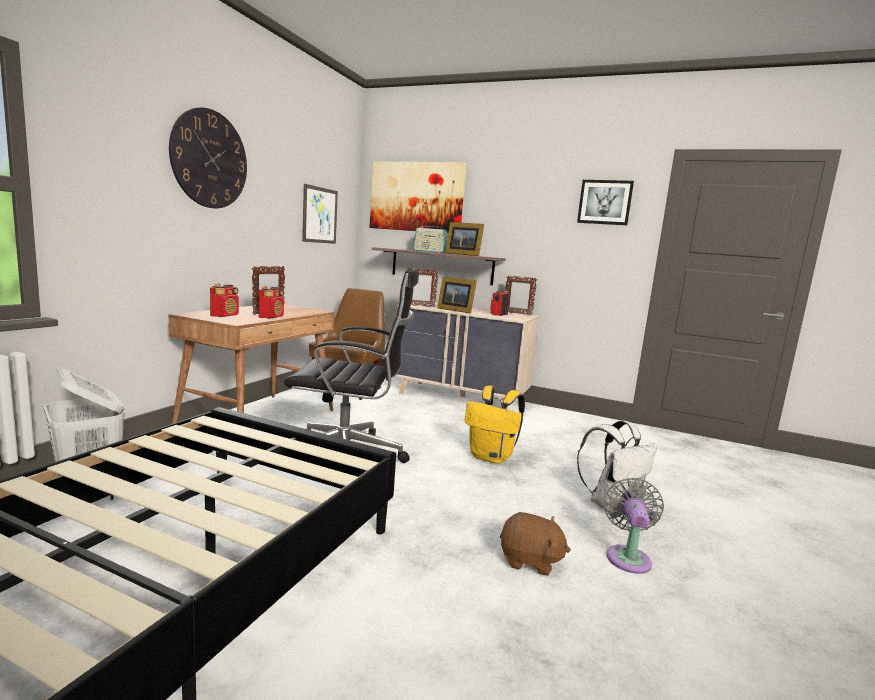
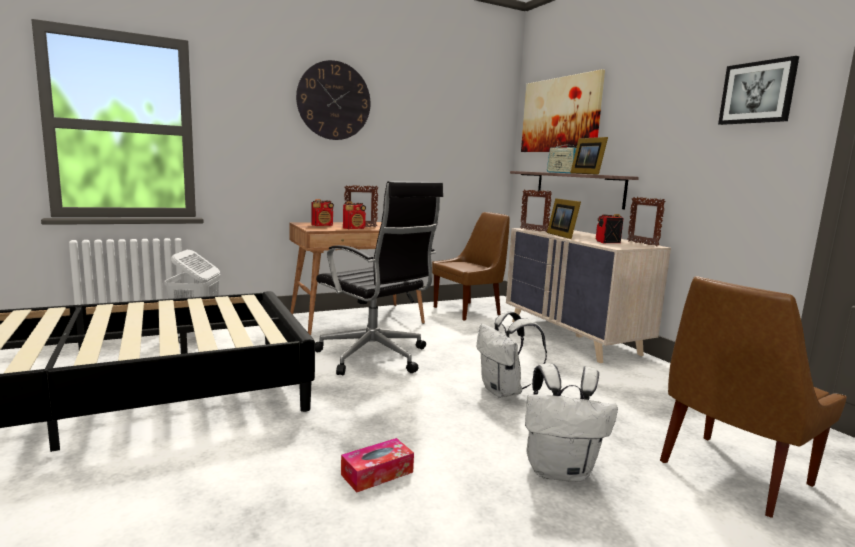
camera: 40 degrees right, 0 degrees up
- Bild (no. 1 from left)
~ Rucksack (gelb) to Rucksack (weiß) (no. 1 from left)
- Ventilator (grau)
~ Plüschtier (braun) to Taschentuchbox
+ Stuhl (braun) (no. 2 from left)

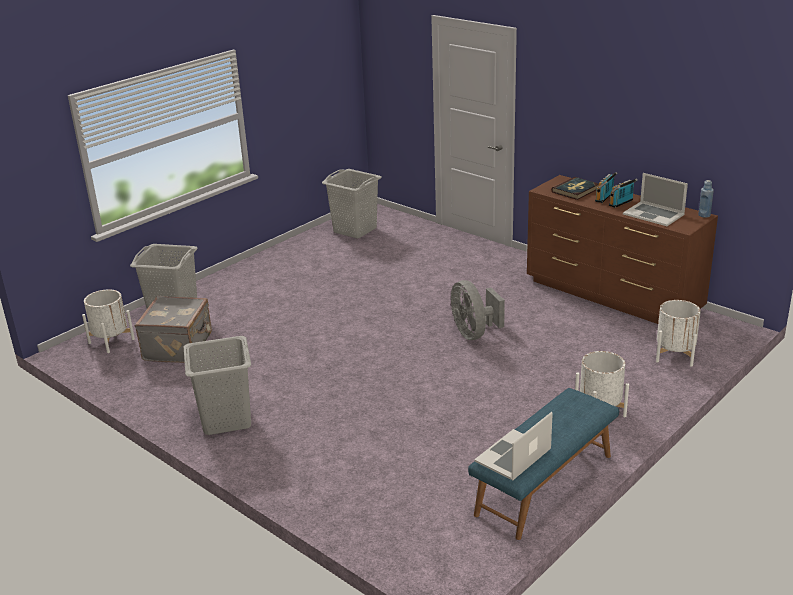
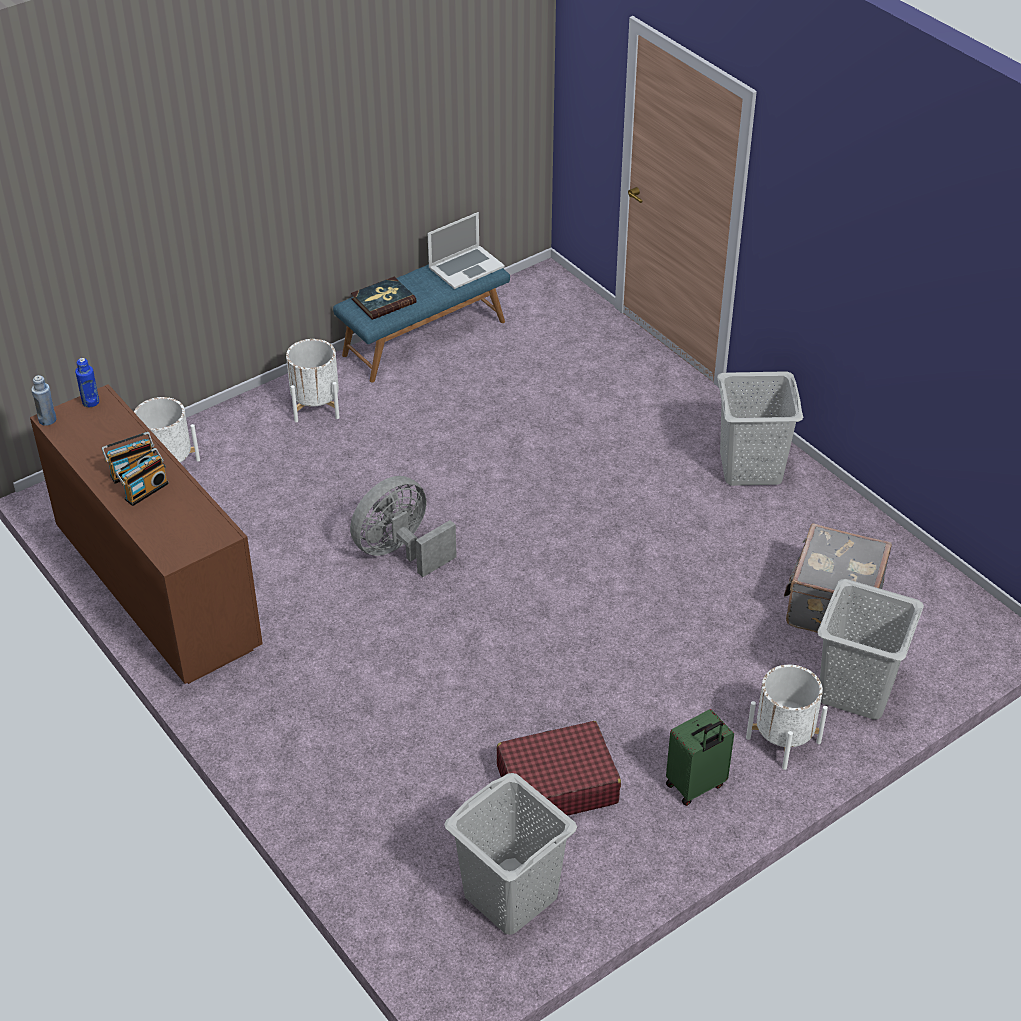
camera: 170 degrees left, 15 degrees up
- Laptop (no. 2 from left)
~ Buch
~ Ventilator (grau) 120 degrees counterclockwise
~ Pflanzkübel (weiß) (no. 1 from left in the first image) to Pflanzkübel (weiß) (no. 3 from left)
+ Flasche (blau) (no. 2 from left)
+ Koffer (grün)
+ Koffer (rot)

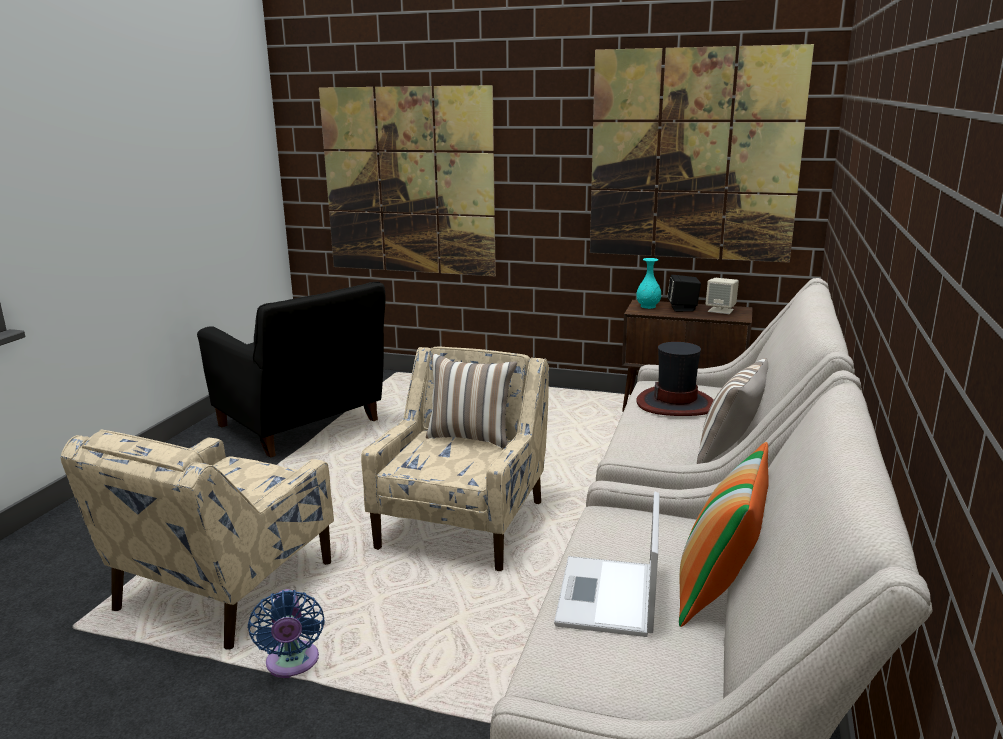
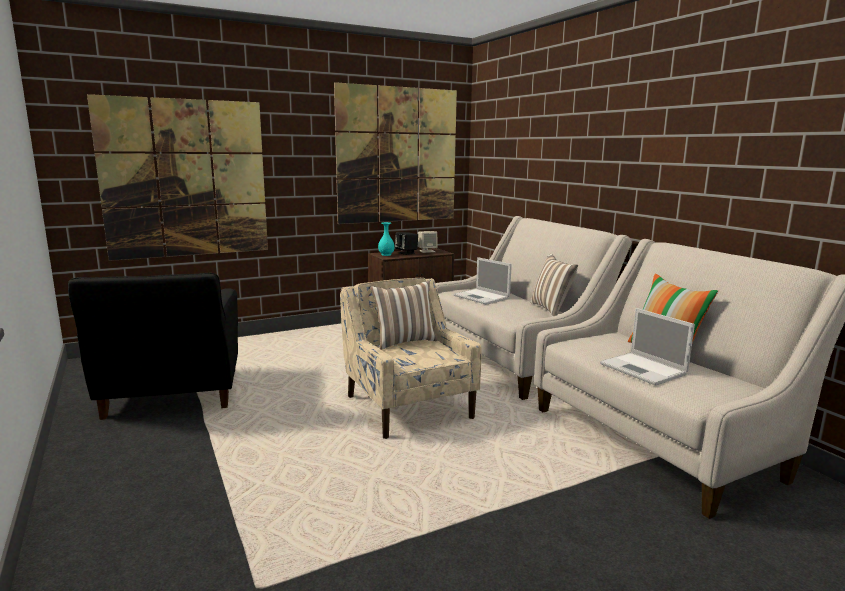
camera: 45 degrees left, 5 degrees down
~ Sessel (schwarz) 75 degrees clockwise
~ Hut to Laptop (no. 1 from left)
- Sessel (beige) (no. 1 from left)
- Ventilator (blau)

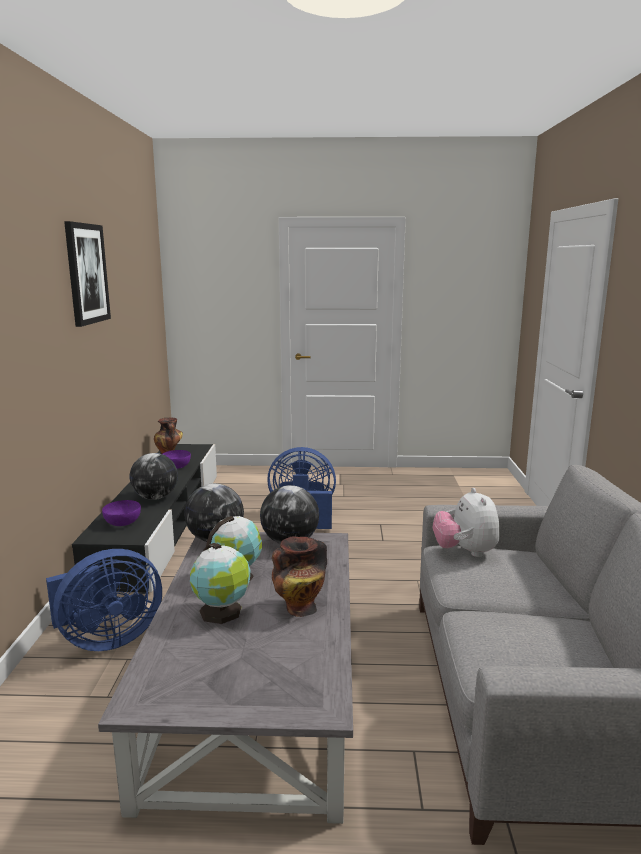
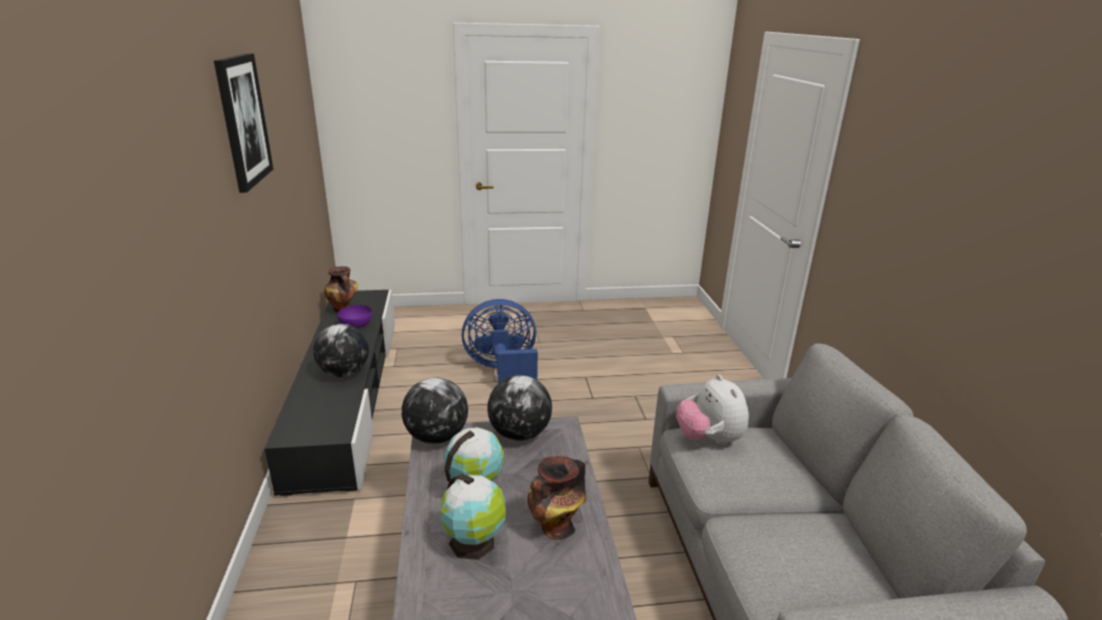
camera: 10 degrees left, 10 degrees up
- Schüssel (lila) (no. 1 from left)
- Ventilator (blau) (no. 1 from left)

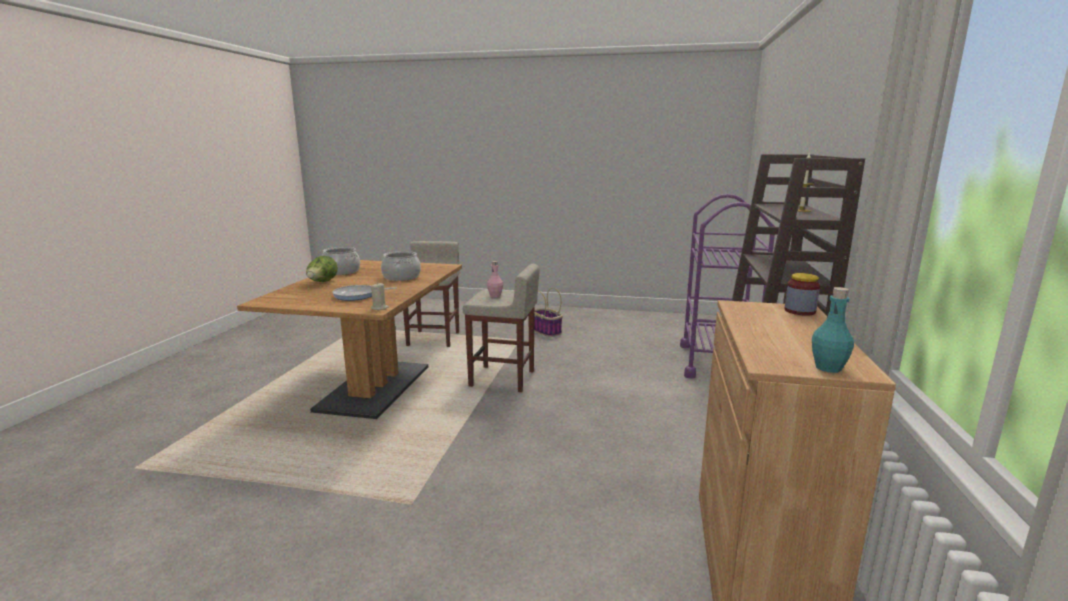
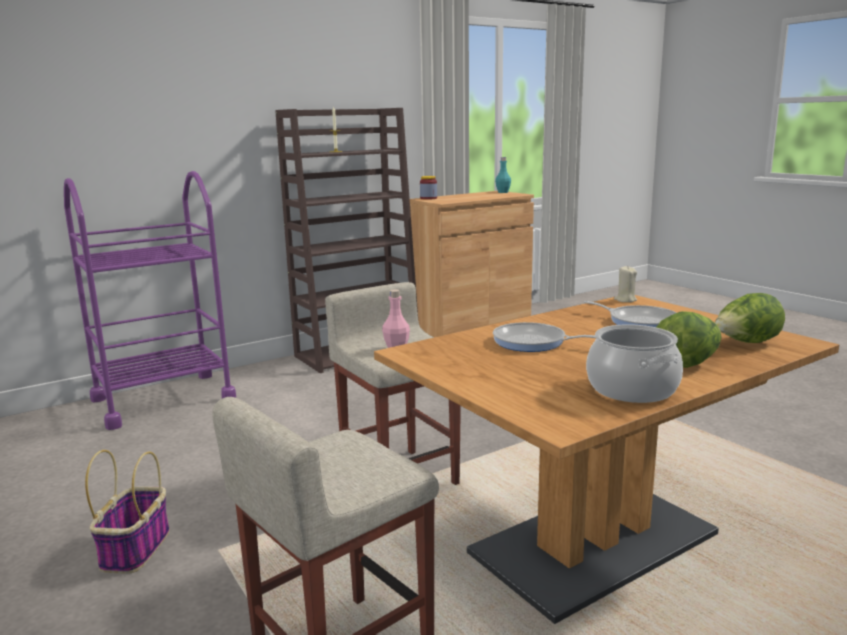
camera: 135 degrees left, 0 degrees up
~ Kochtopf (no. 2 from left) to Pfanne (no. 1 from left)
+ Salatkopf (no. 2 from left)

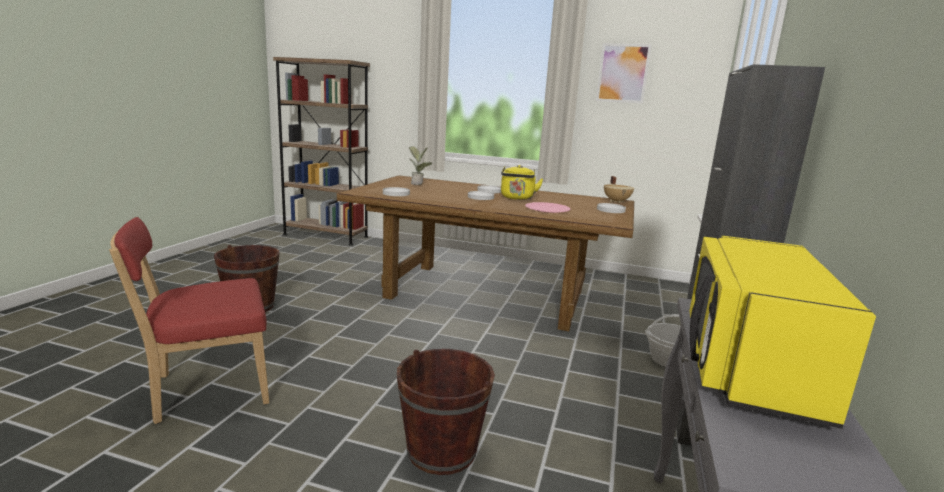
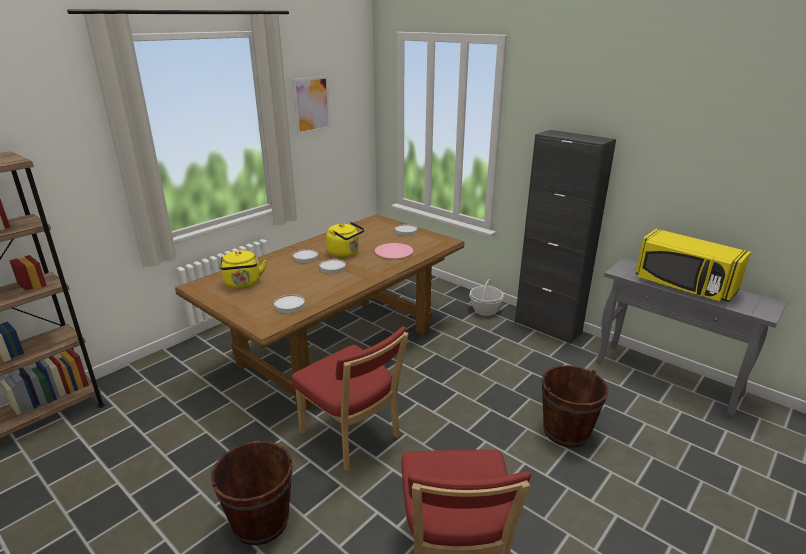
camera: 65 degrees left, 10 degrees up
~ Topfpflanze to Wasserkessel (gelb) (no. 1 from left)
- Kochtopf (beige)
+ Stuhl (rot) (no. 1 from left)

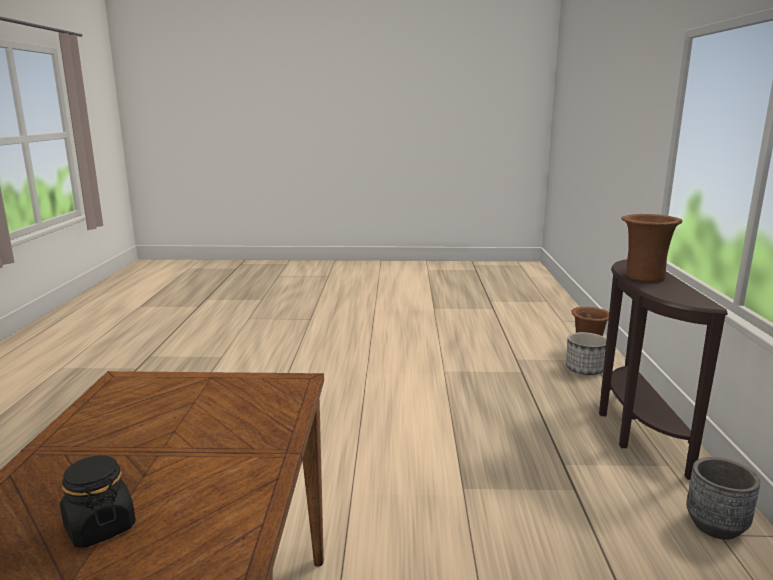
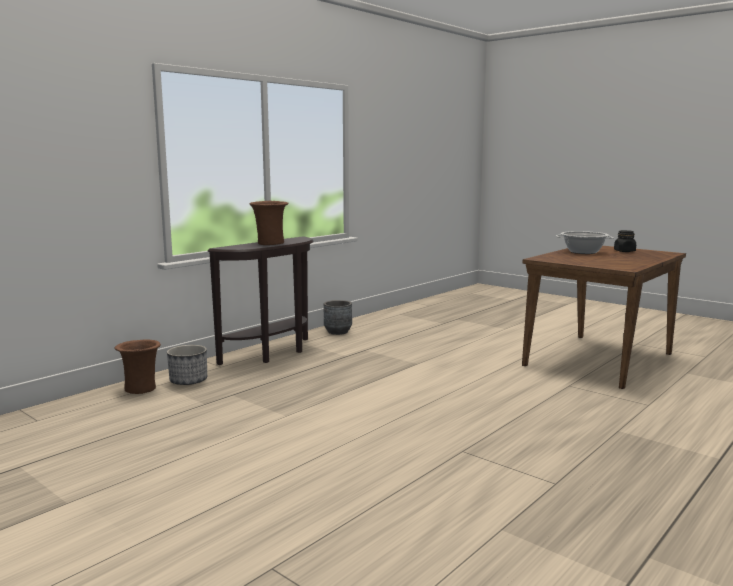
camera: 140 degrees left, 5 degrees down
+ Kochtopf

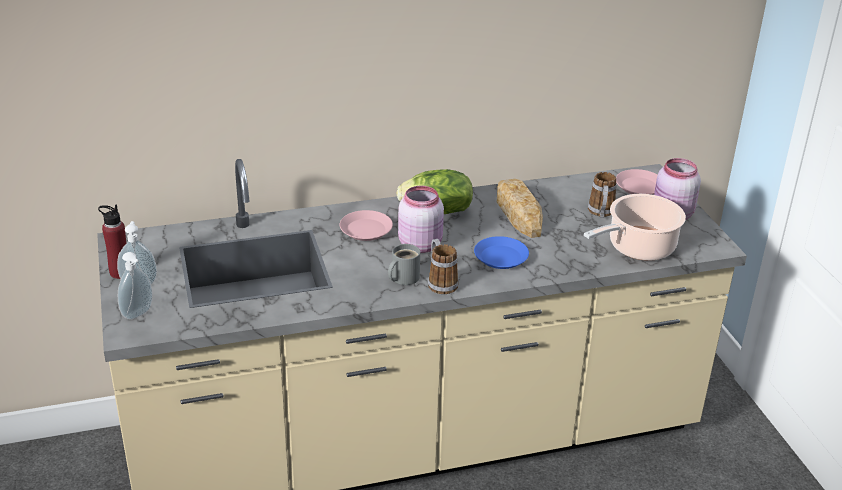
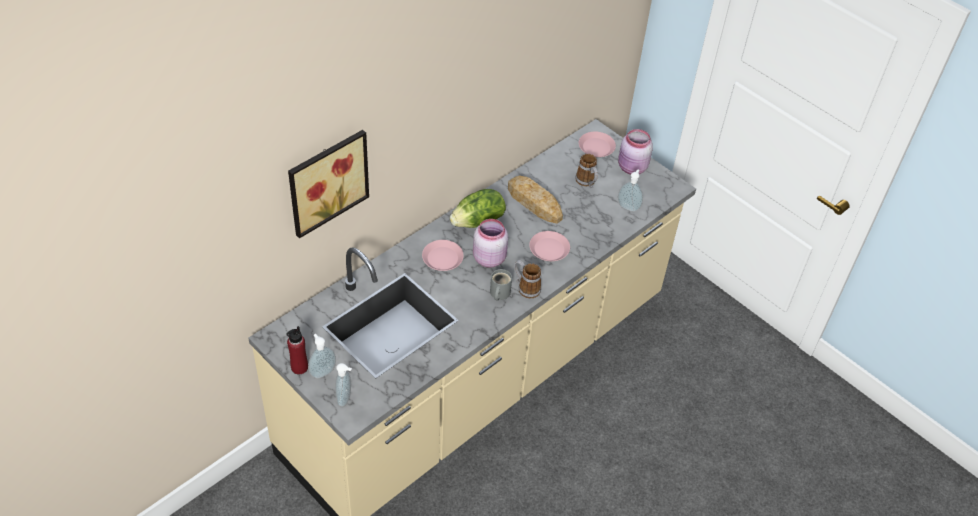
camera: 30 degrees left, 15 degrees up
~ Kochtopf to Seifenspender (no. 3 from left)
~ Teller (blau) to Teller (rosa) (no. 2 from left)
+ Bild

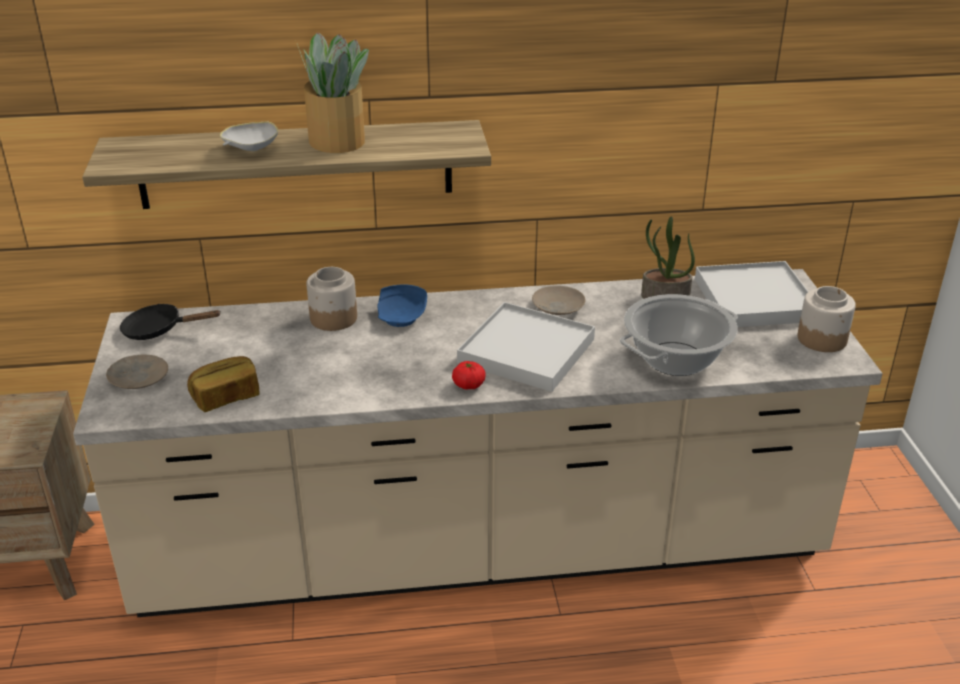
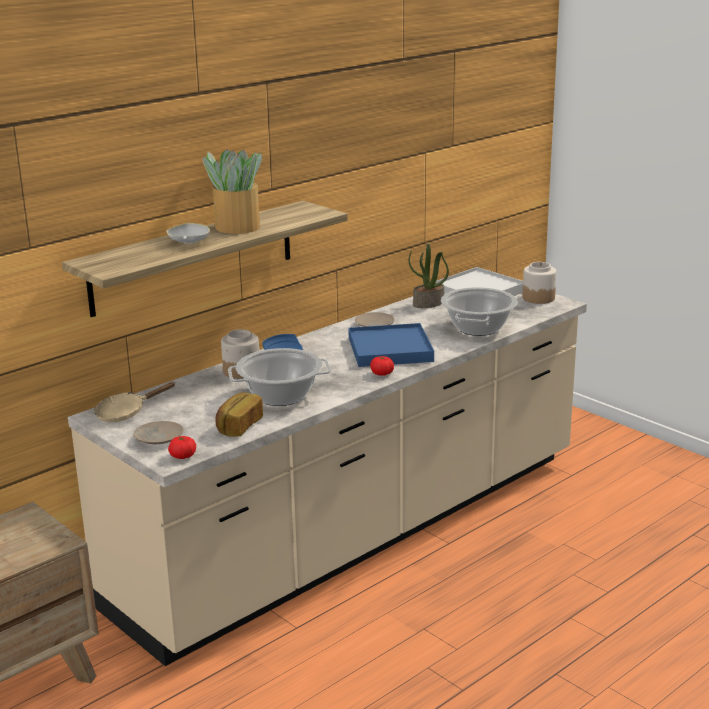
camera: 35 degrees left, 10 degrees down
~ Tablett (weiß) (no. 1 from left) to Tablett (blau)
~ Pfanne (schwarz) to Pfanne (beige)
+ Kochtopf (no. 1 from left)
+ Tomate (no. 1 from left)

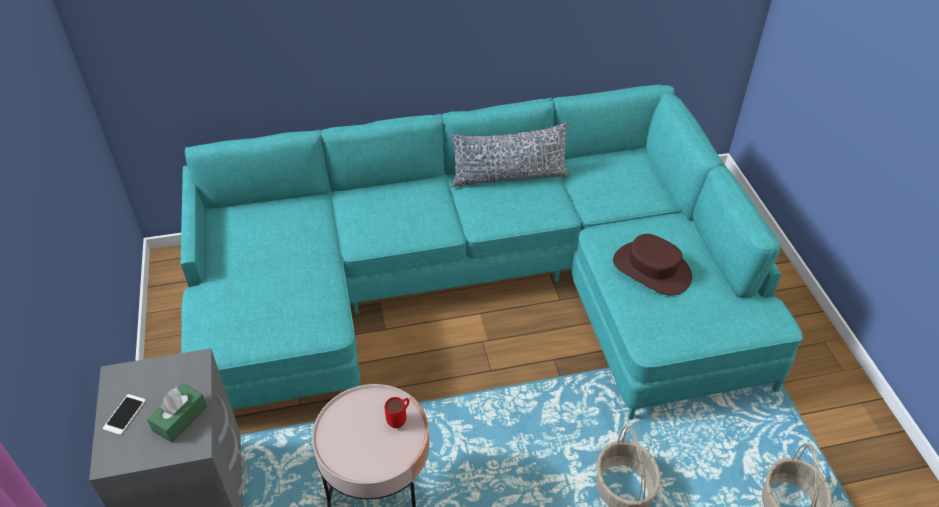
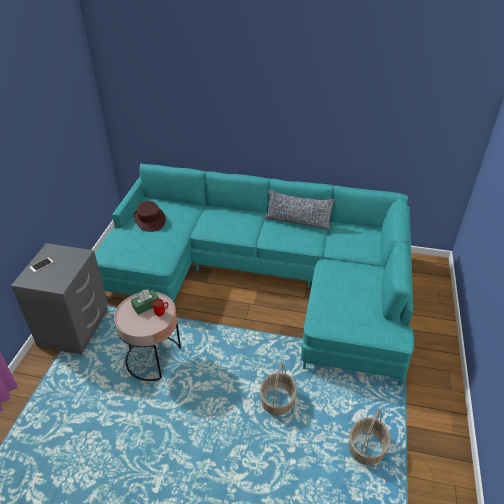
camera: 25 degrees right, 5 degrees down
~ Hut (braun)
~ Taschentuchbox (grün)

